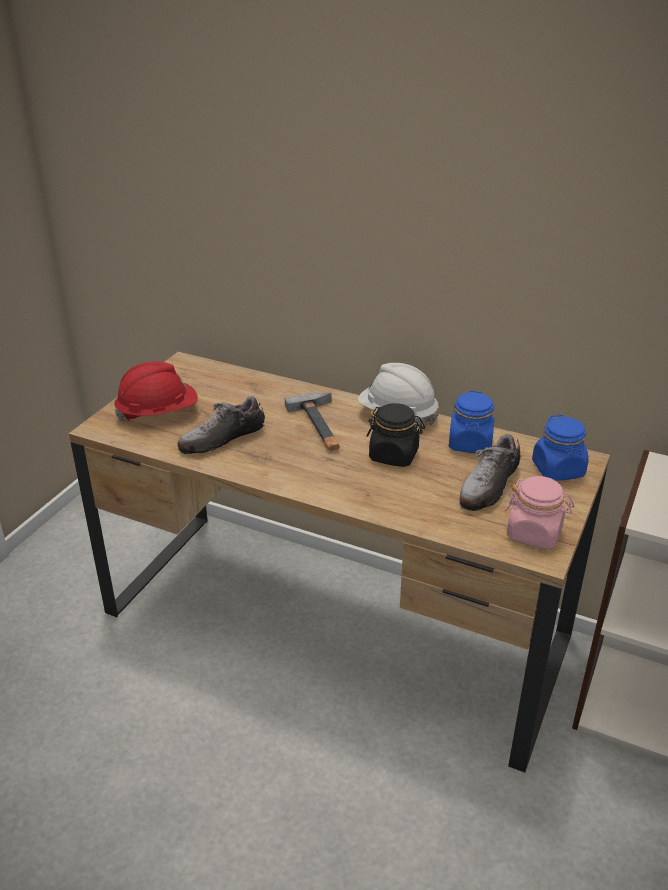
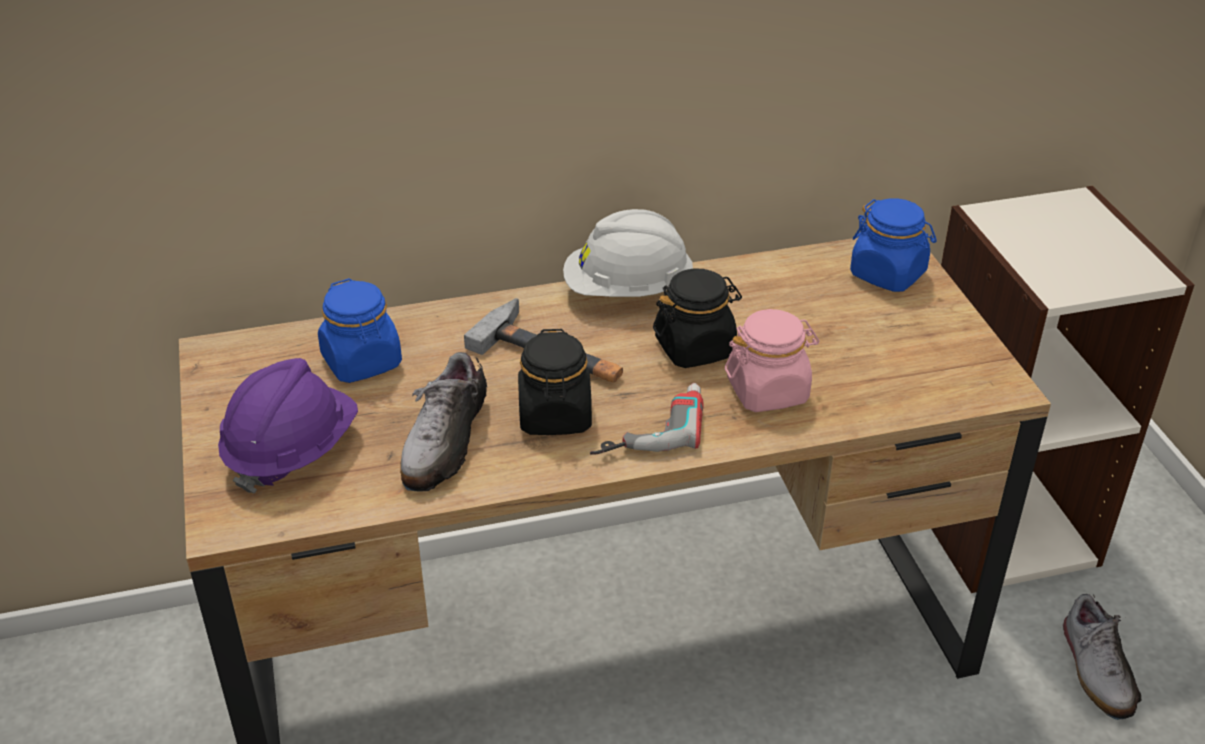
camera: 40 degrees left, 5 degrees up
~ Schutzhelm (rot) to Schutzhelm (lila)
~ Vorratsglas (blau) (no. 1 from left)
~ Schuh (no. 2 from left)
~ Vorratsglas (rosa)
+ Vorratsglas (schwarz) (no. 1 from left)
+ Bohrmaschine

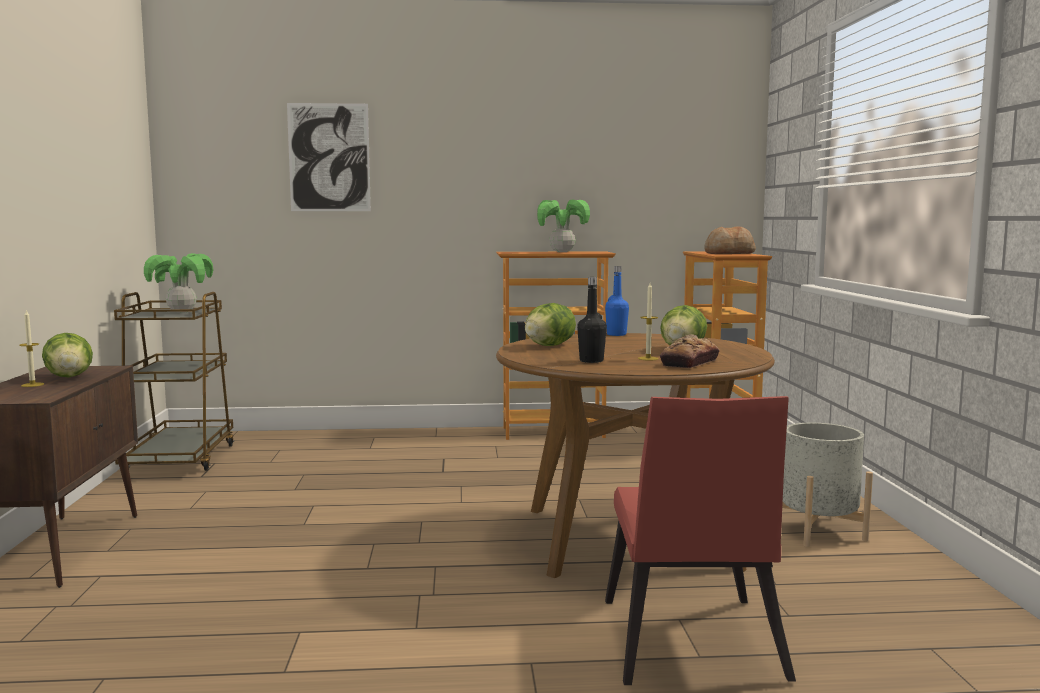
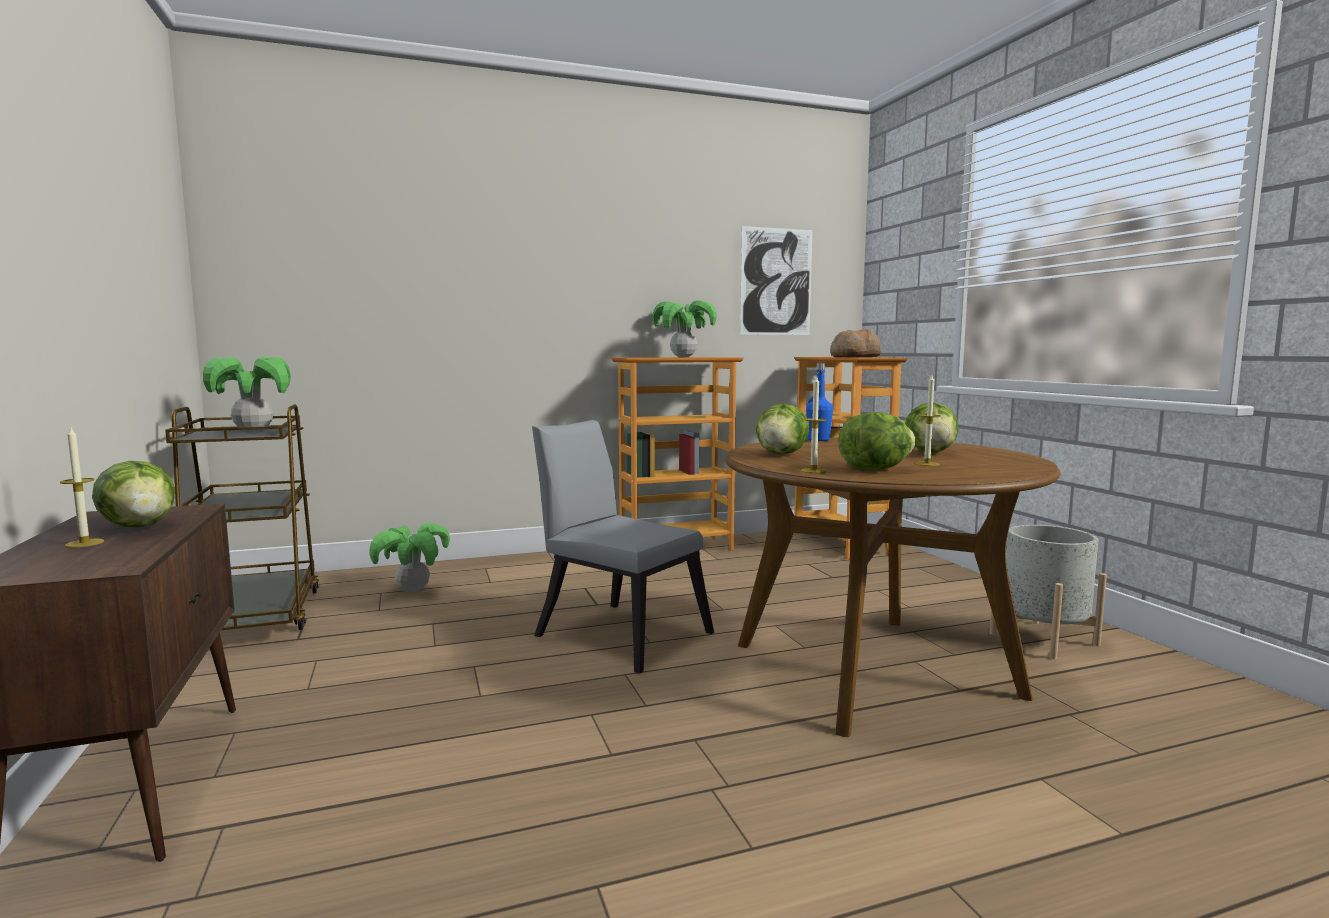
camera: 15 degrees left, 0 degrees up
~ Bild
~ Flasche (schwarz) to Salatkopf (no. 3 from left)
- Brot (no. 1 from left)
- Stuhl (rot)
+ Kerze (no. 2 from left)
+ Stuhl (grau)
+ Topfpflanze (no. 2 from left)

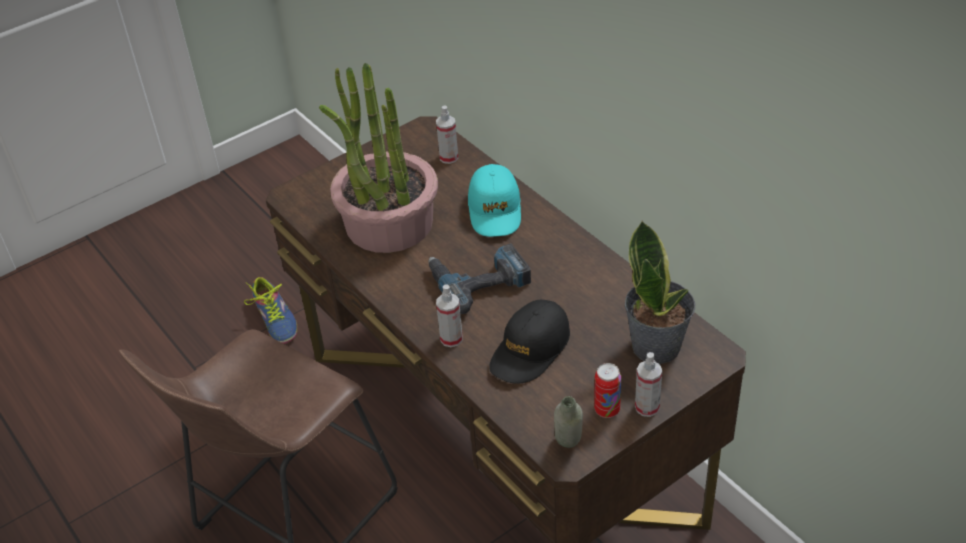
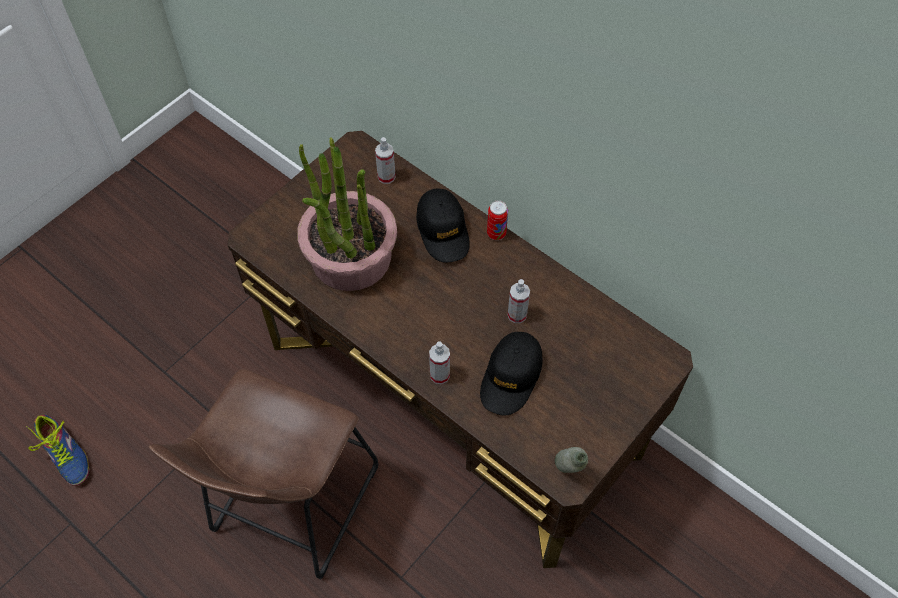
camera: 15 degrees left, 15 degrees up
~ Kappe (türkis) to Kappe (schwarz) (no. 1 from left)
- Topfpflanze (no. 2 from left)
- Bohrmaschine
~ Schuh
~ Sprühflasche (no. 3 from left)
~ Dose

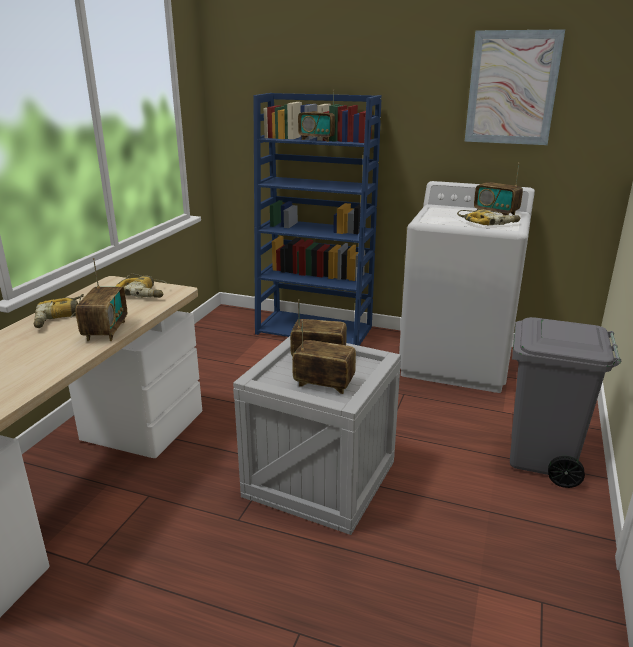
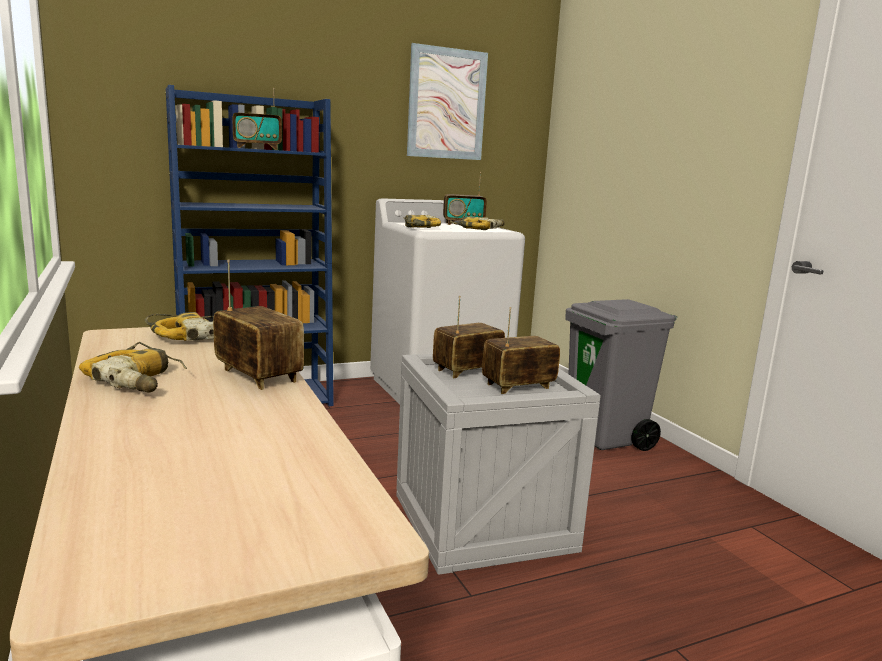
camera: 45 degrees left, 10 degrees down
+ Bohrmaschine (no. 3 from left)

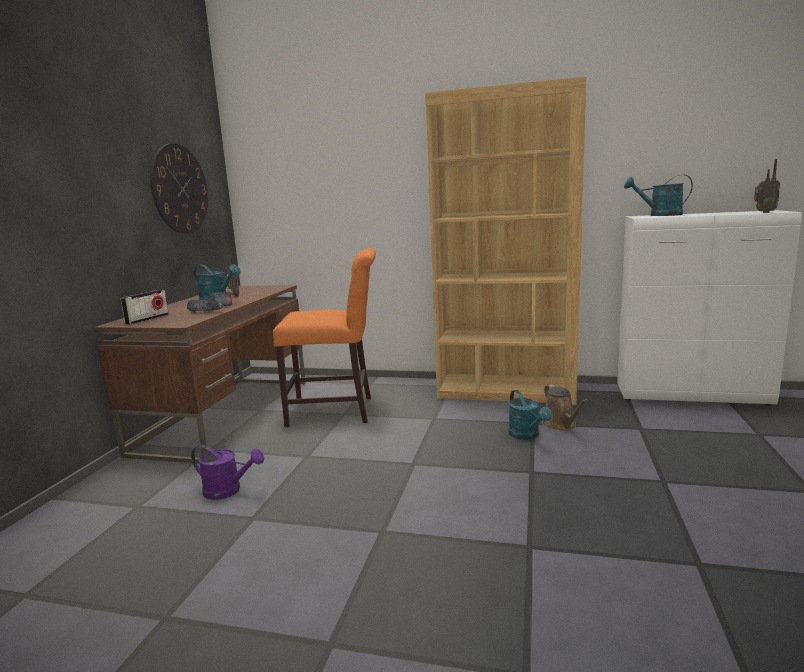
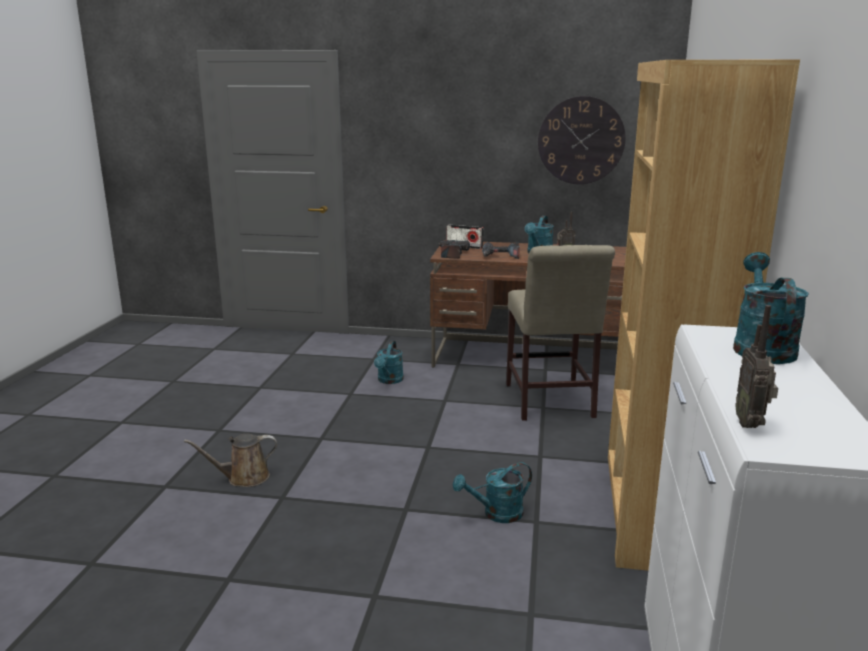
camera: 85 degrees right, 5 degrees up
~ Stuhl (orange) to Stuhl (beige)
~ Gießkanne (braun)
~ Gießkanne (lila) to Gießkanne (türkis) (no. 1 from left)
+ Bohrmaschine (no. 1 from left)

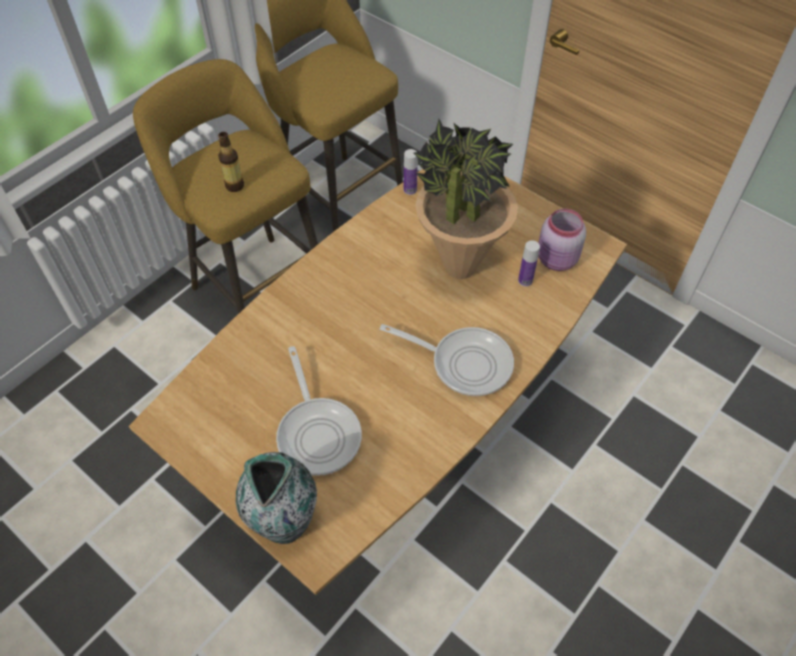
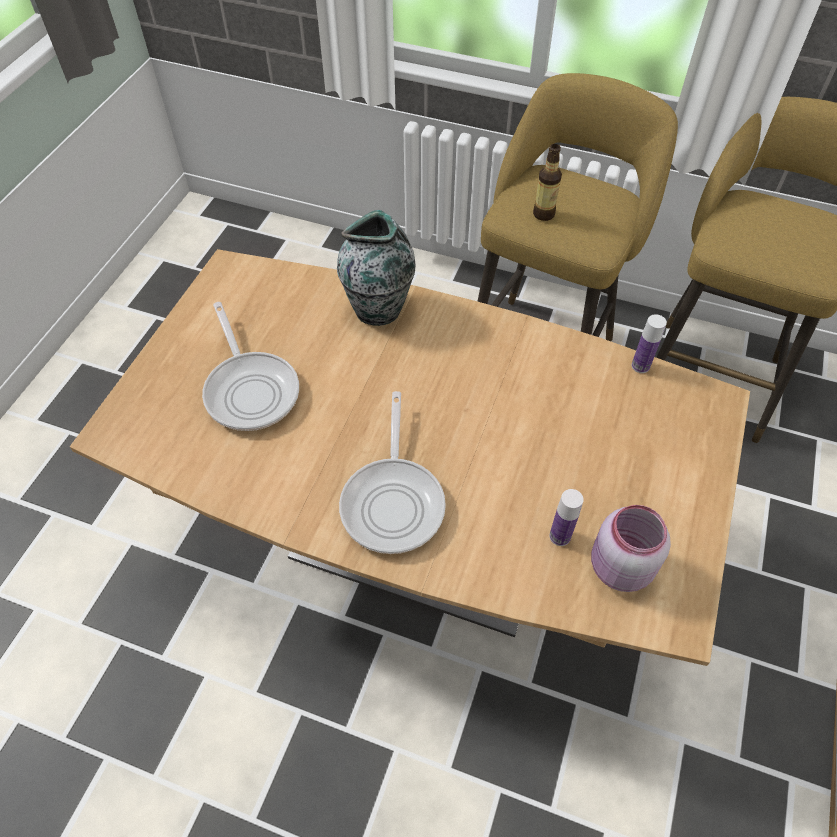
camera: 70 degrees right, 0 degrees up
- Topfpflanze
~ Pfanne (no. 1 from left) 75 degrees counterclockwise
~ Vase

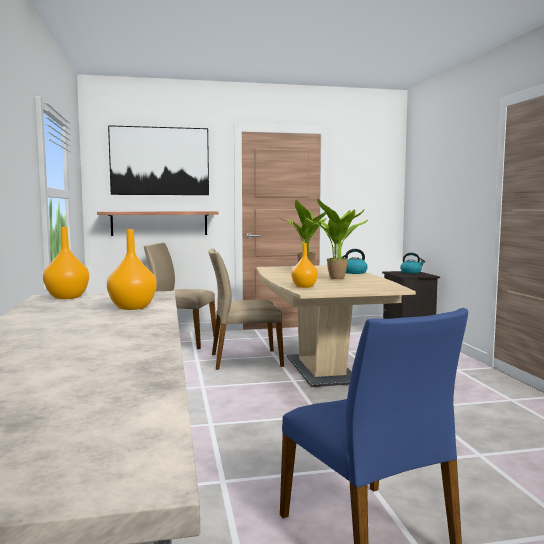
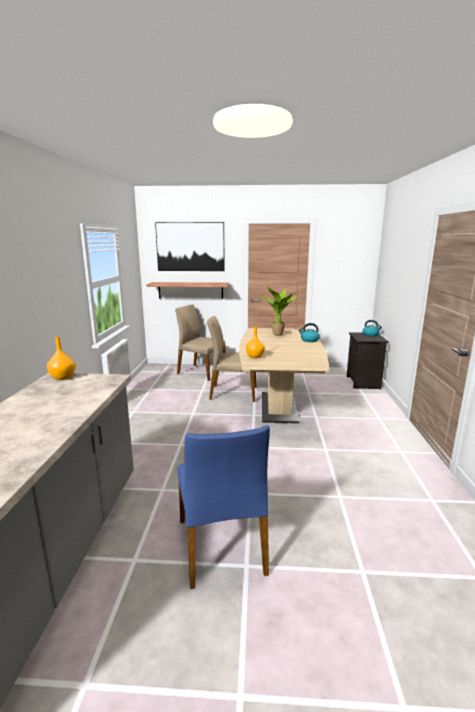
camera: 15 degrees right, 10 degrees up
- Topfpflanze (no. 2 from left)
- Vase (orange) (no. 2 from left)

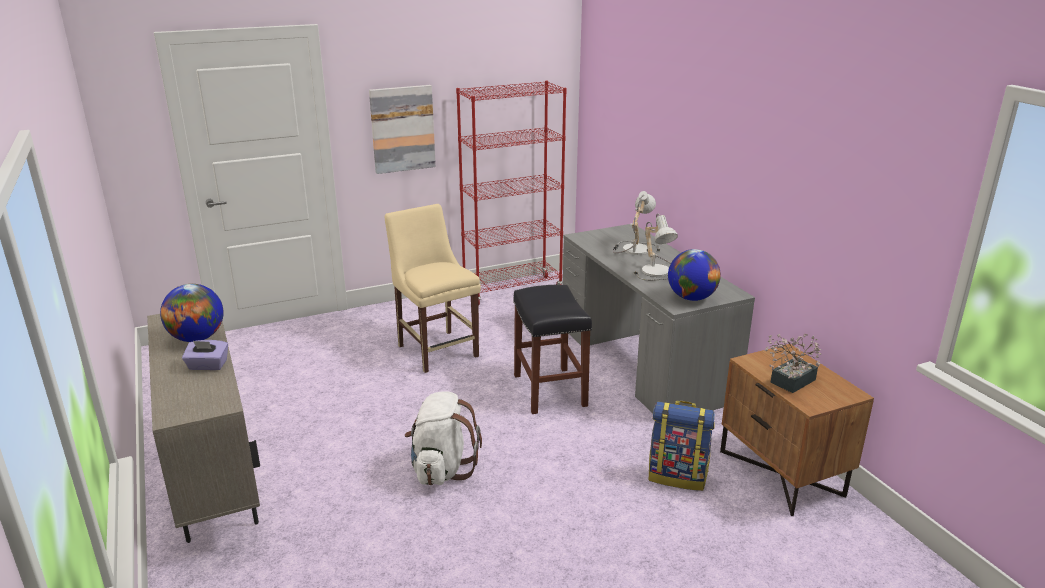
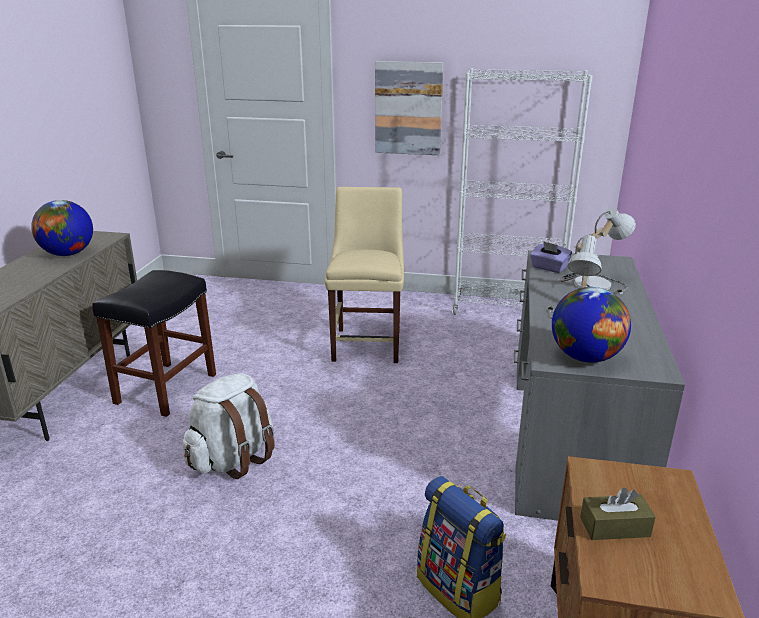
camera: 35 degrees right, 0 degrees up
~ Bücherregal (rot) to Bücherregal (weiß)
~ Hocker (schwarz)
~ Topfpflanze to Taschentuchbox (braun)
~ Taschentuchbox (lila)

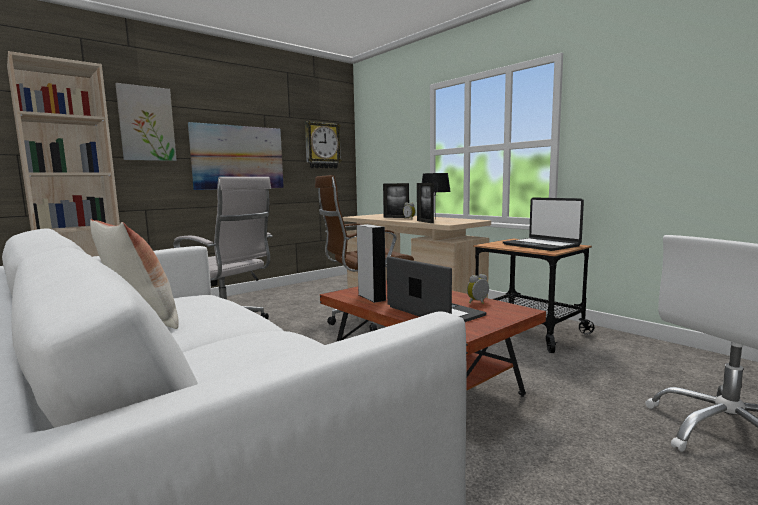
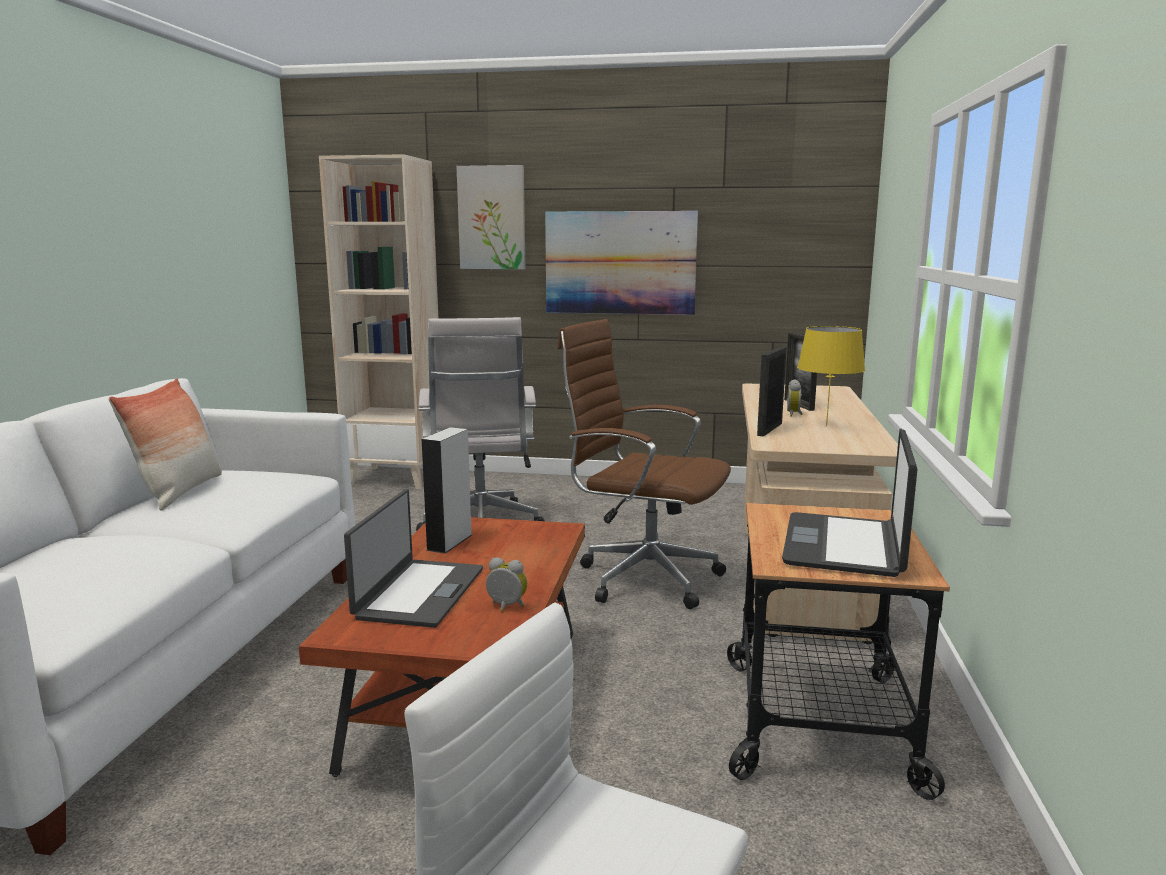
camera: 50 degrees right, 5 degrees up
- Wanduhr
~ Tischlampe (schwarz) to Tischlampe (gelb)

